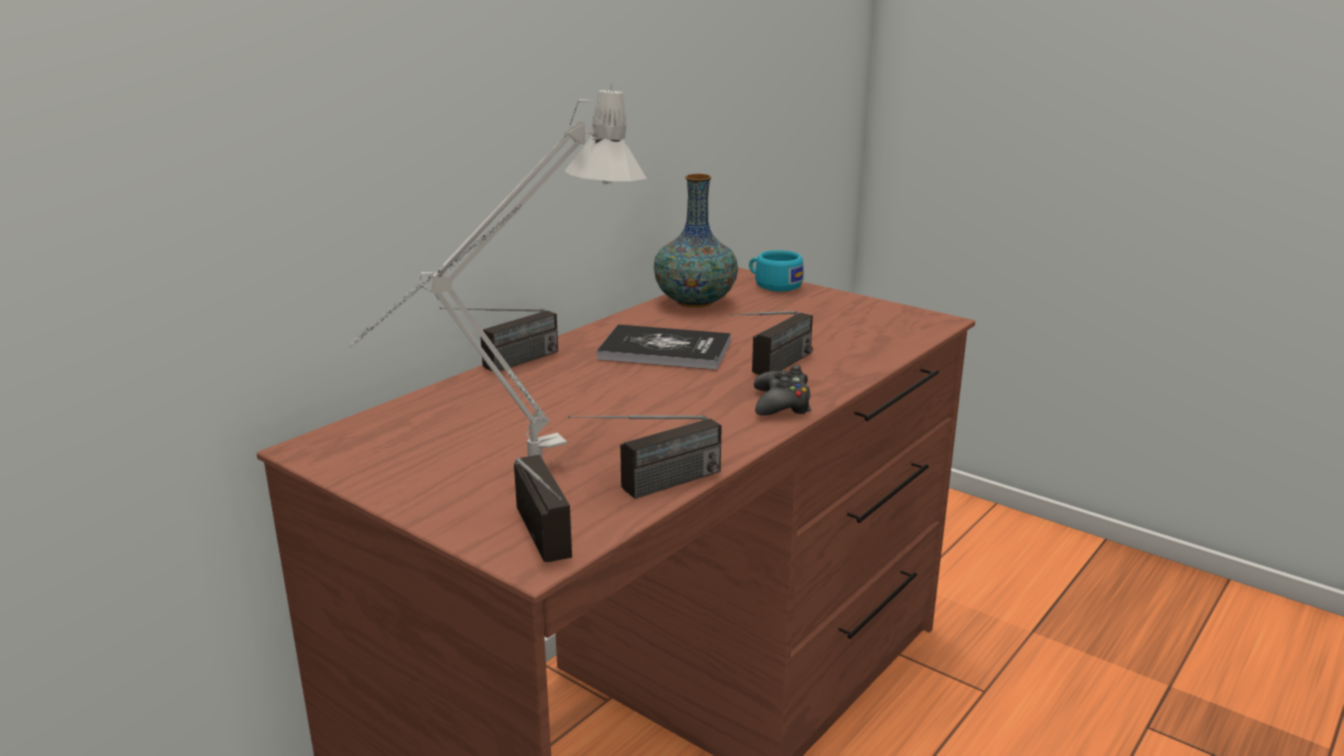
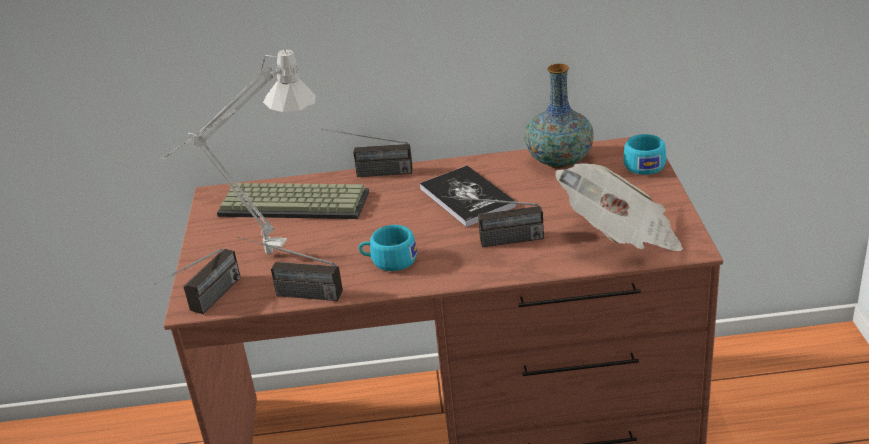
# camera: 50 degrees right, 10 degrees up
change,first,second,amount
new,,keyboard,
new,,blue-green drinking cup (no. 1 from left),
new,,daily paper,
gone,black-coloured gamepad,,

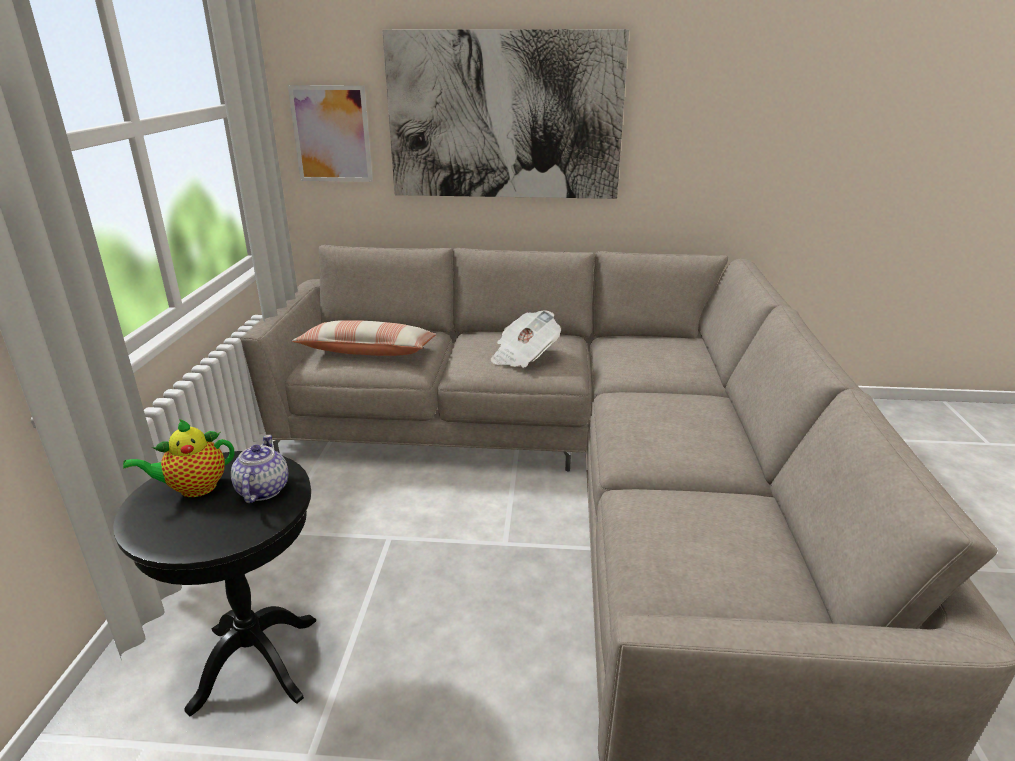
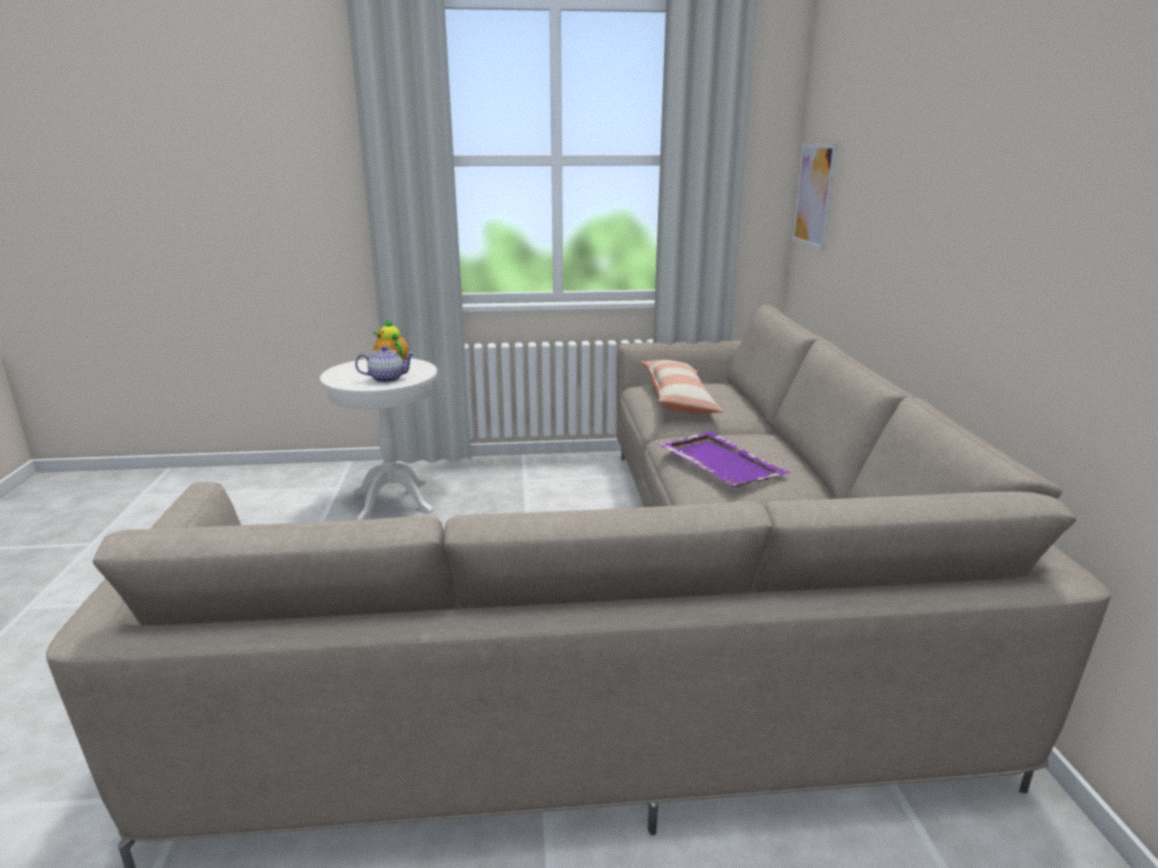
# camera: 80 degrees right, 5 degrees down
change,first,second,amount
repainted,black-coloured side table,white side table,
swapped,daily paper,purplish tray,
gone,picture (no. 2 from left),,

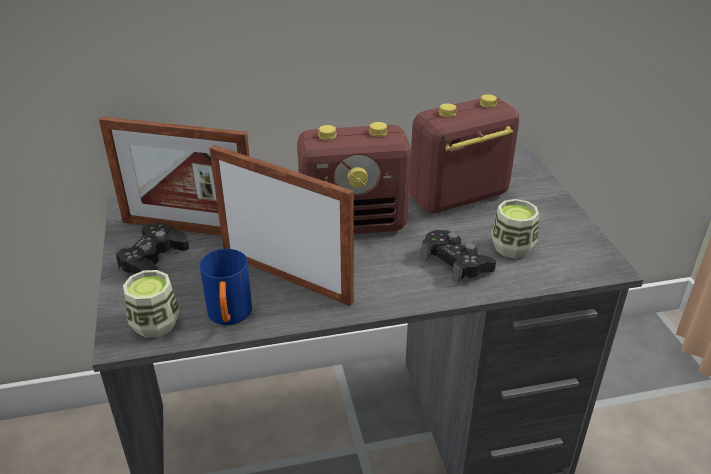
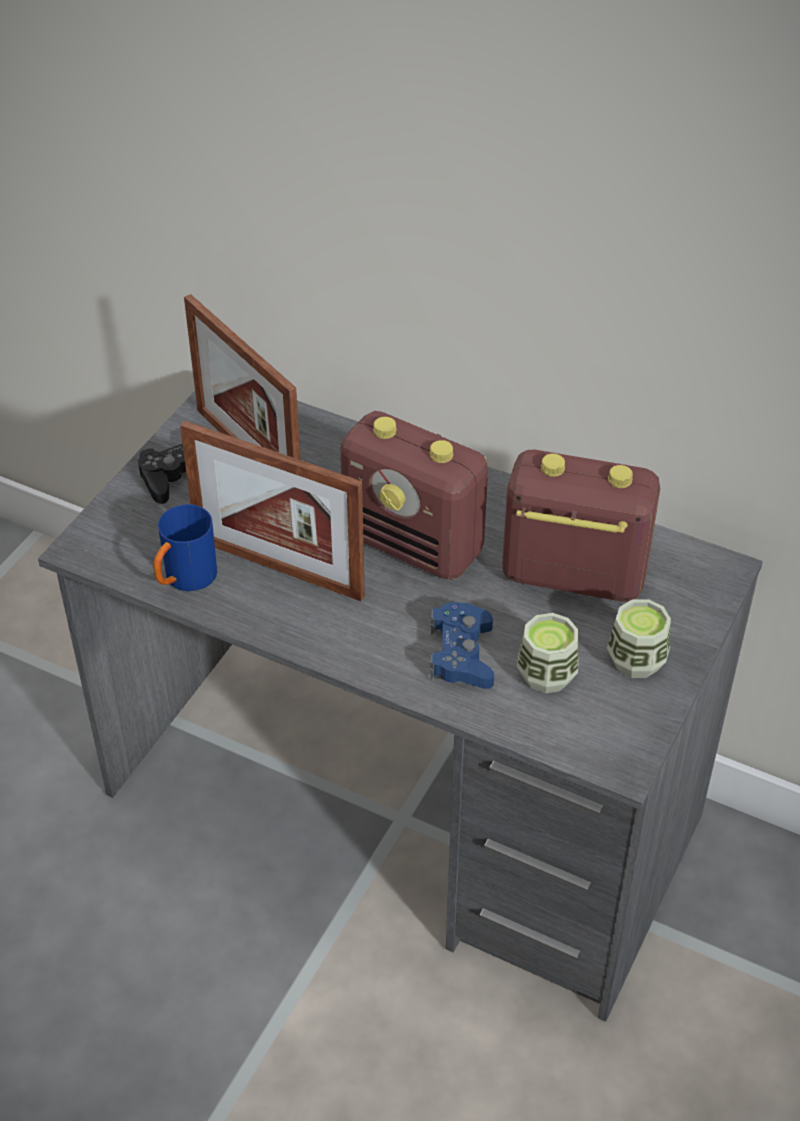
# camera: 40 degrees right, 10 degrees up
change,first,second,amount
rotated,photo frame (no. 2 from left),,135 degrees clockwise
repainted,black-coloured gamepad (no. 2 from left),bluish gamepad,
shifted,drinking cup (no. 1 from left in the first image),drinking cup (no. 2 from left),

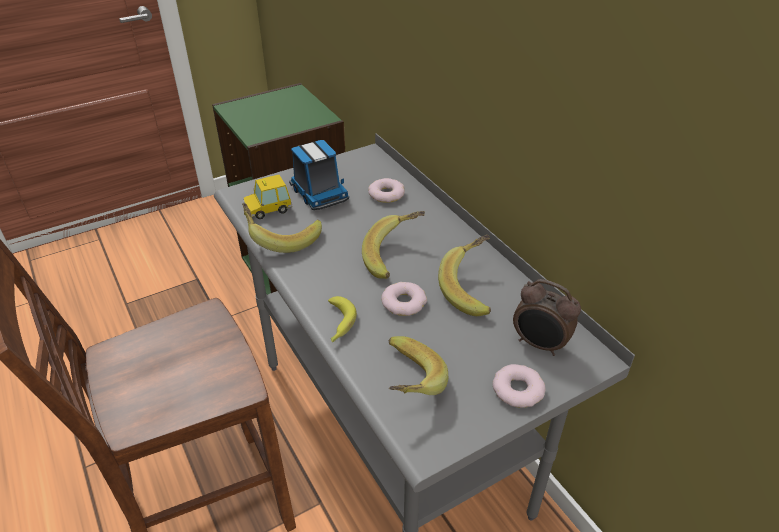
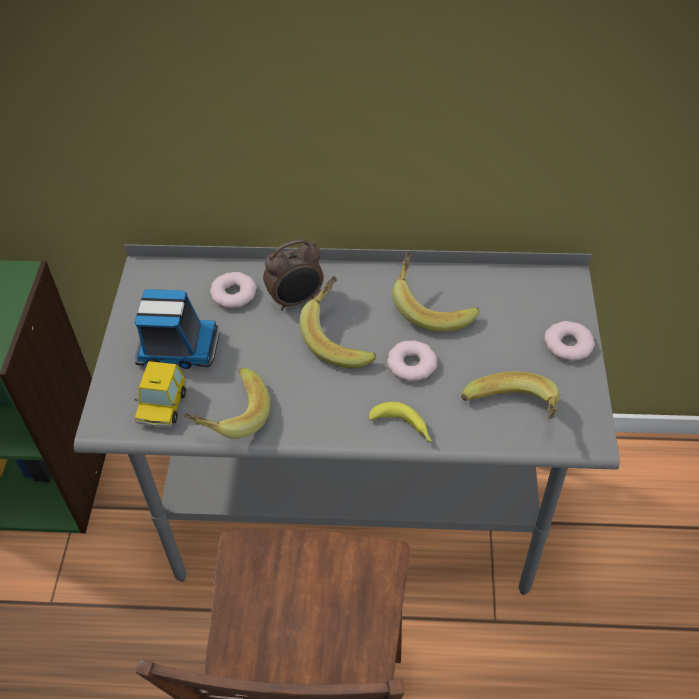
# camera: 55 degrees left, 10 degrees up
change,first,second,amount
shifted,alarm clock,,

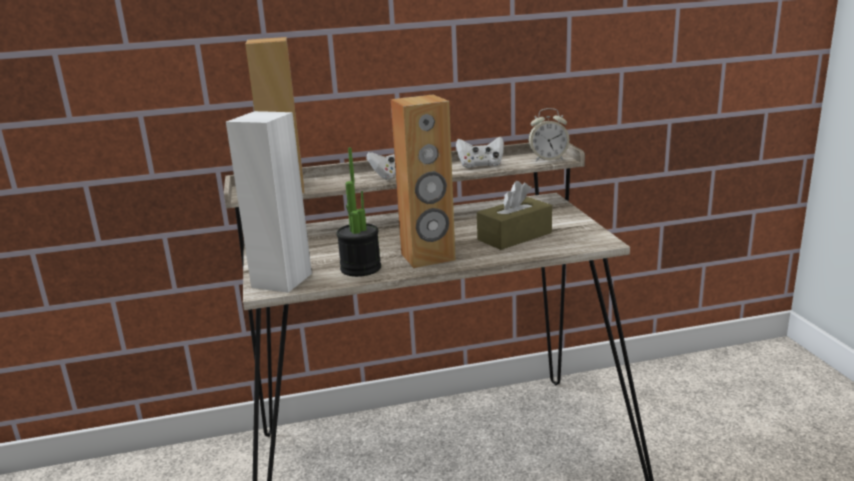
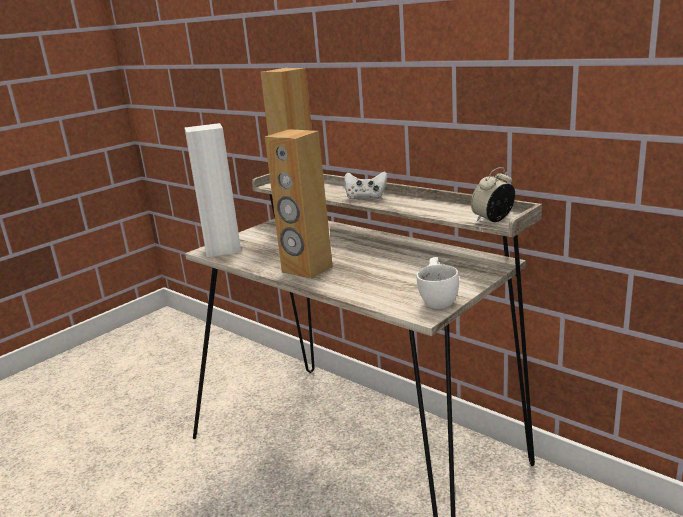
# camera: 55 degrees right, 0 degrees up
change,first,second,amount
new,,white drinking cup,
rotated,alarm clock,,90 degrees clockwise
gone,potted plant,,
gone,white gamepad (no. 2 from left),,
gone,brown-coloured tissue holder,,

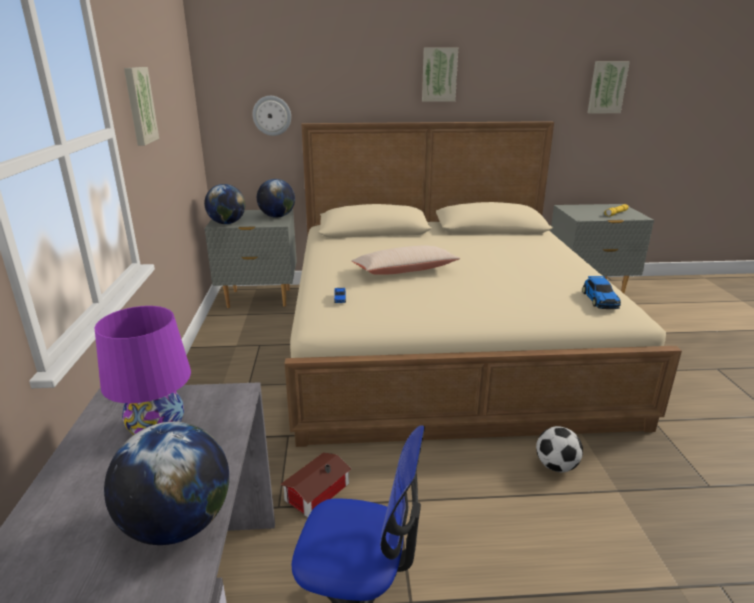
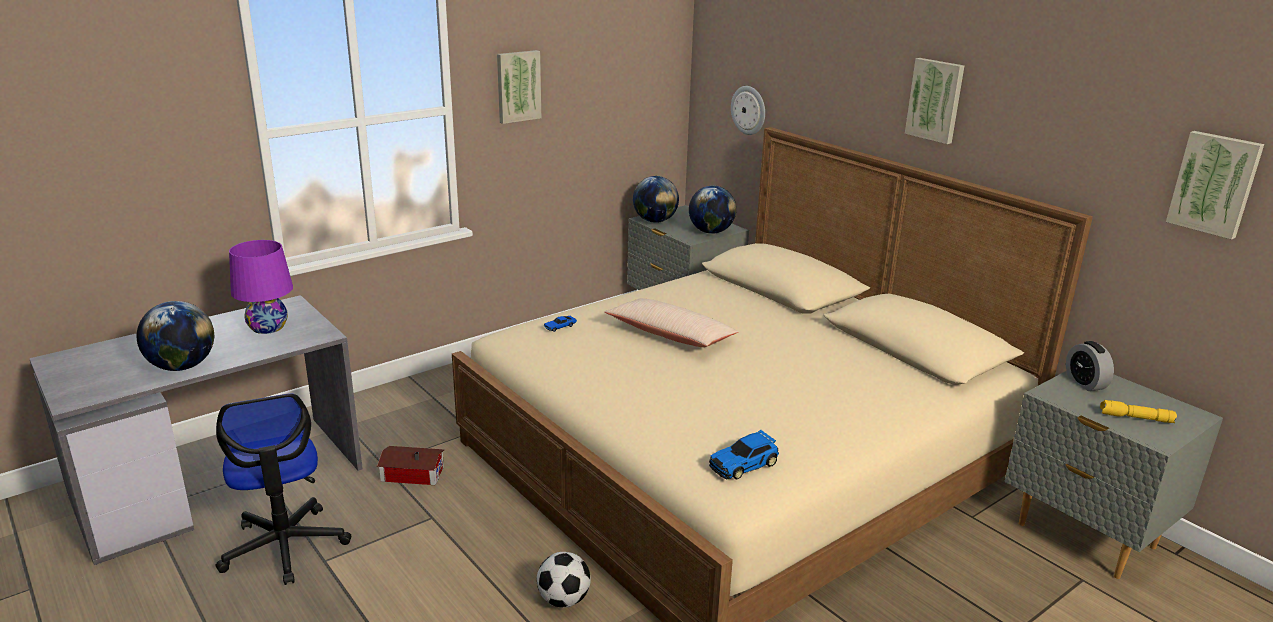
# camera: 55 degrees right, 0 degrees up
change,first,second,amount
new,,alarm clock,

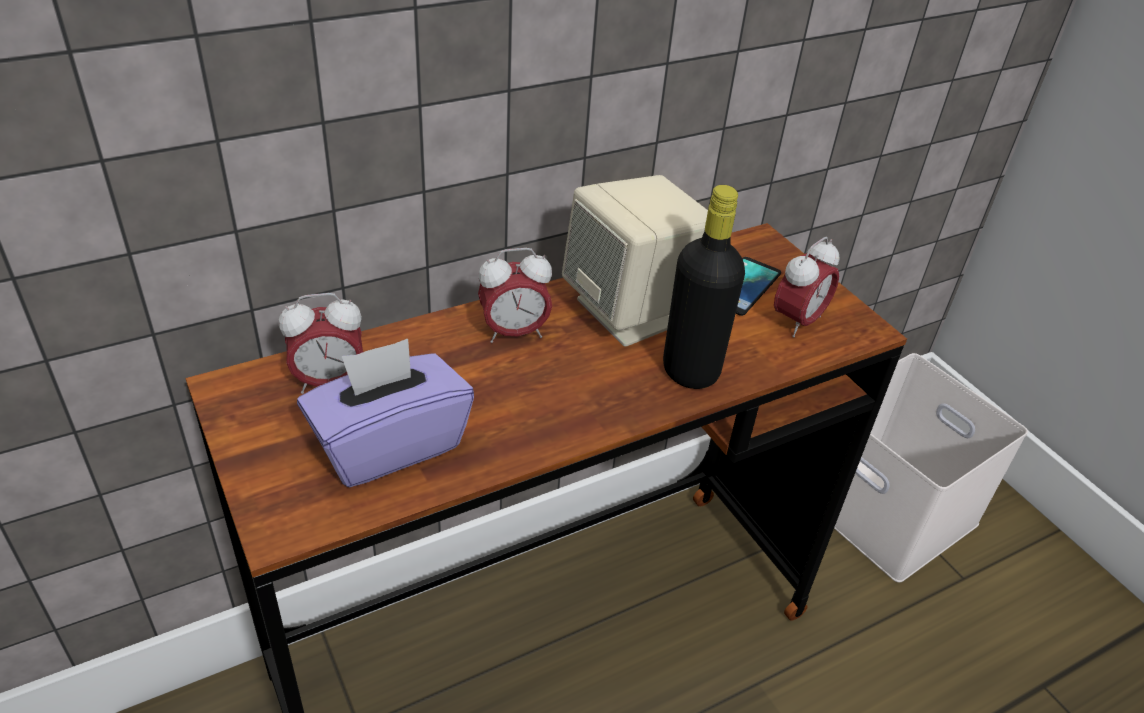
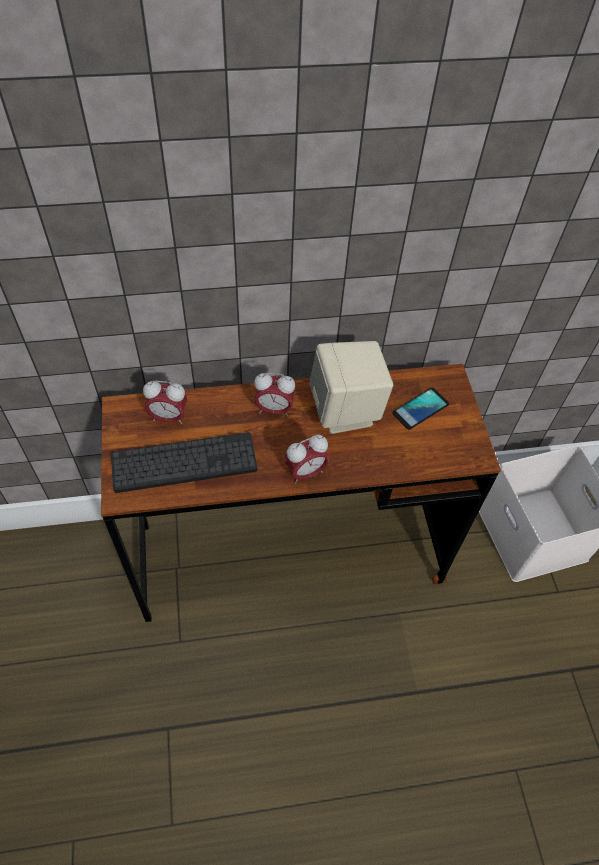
# camera: 20 degrees right, 15 degrees up
change,first,second,amount
swapped,purplish tissue holder,keyboard,
shifted,alarm clock (no. 3 from left),,
gone,black-coloured beverage bottle,,

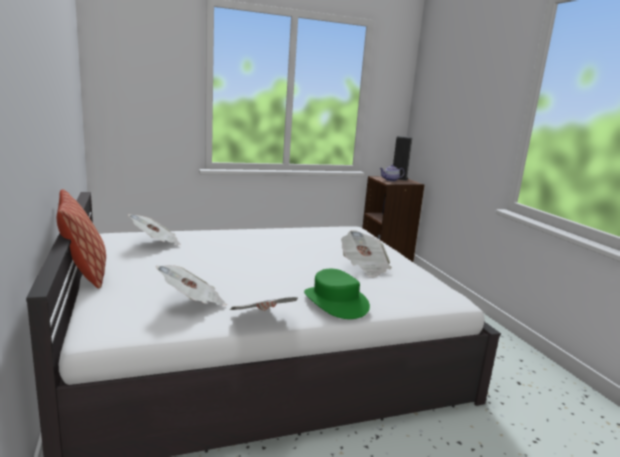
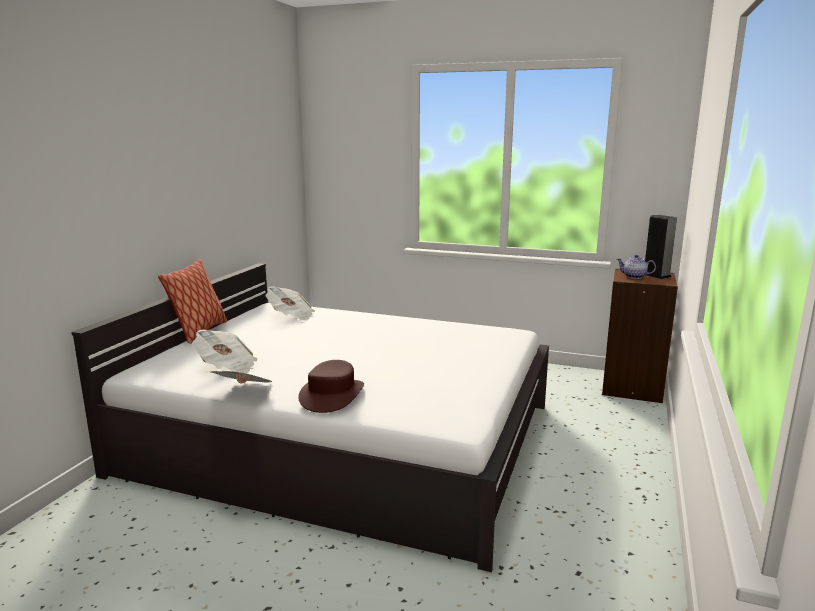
# camera: 40 degrees right, 0 degrees up
change,first,second,amount
repainted,greenish wearable hat,brown-coloured wearable hat,
gone,daily paper (no. 4 from left),,

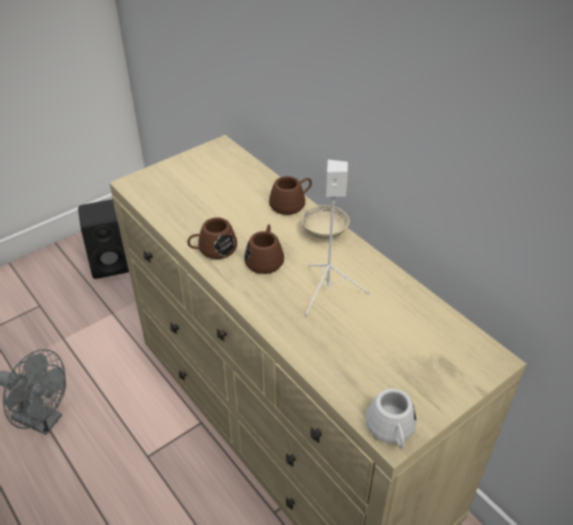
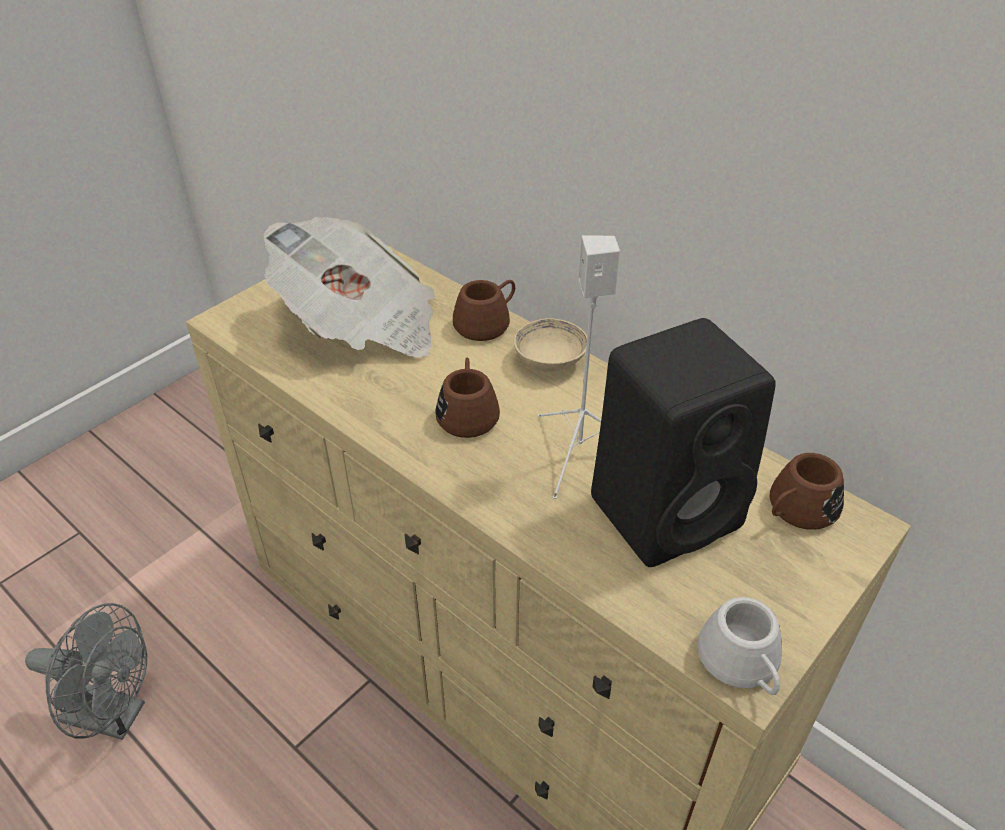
# camera: 10 degrees left, 0 degrees up
change,first,second,amount
new,,daily paper,
shifted,black-coloured loudspeaker,,
shifted,brown-coloured mug (no. 1 from left in the first image),brown-coloured mug (no. 3 from left),

